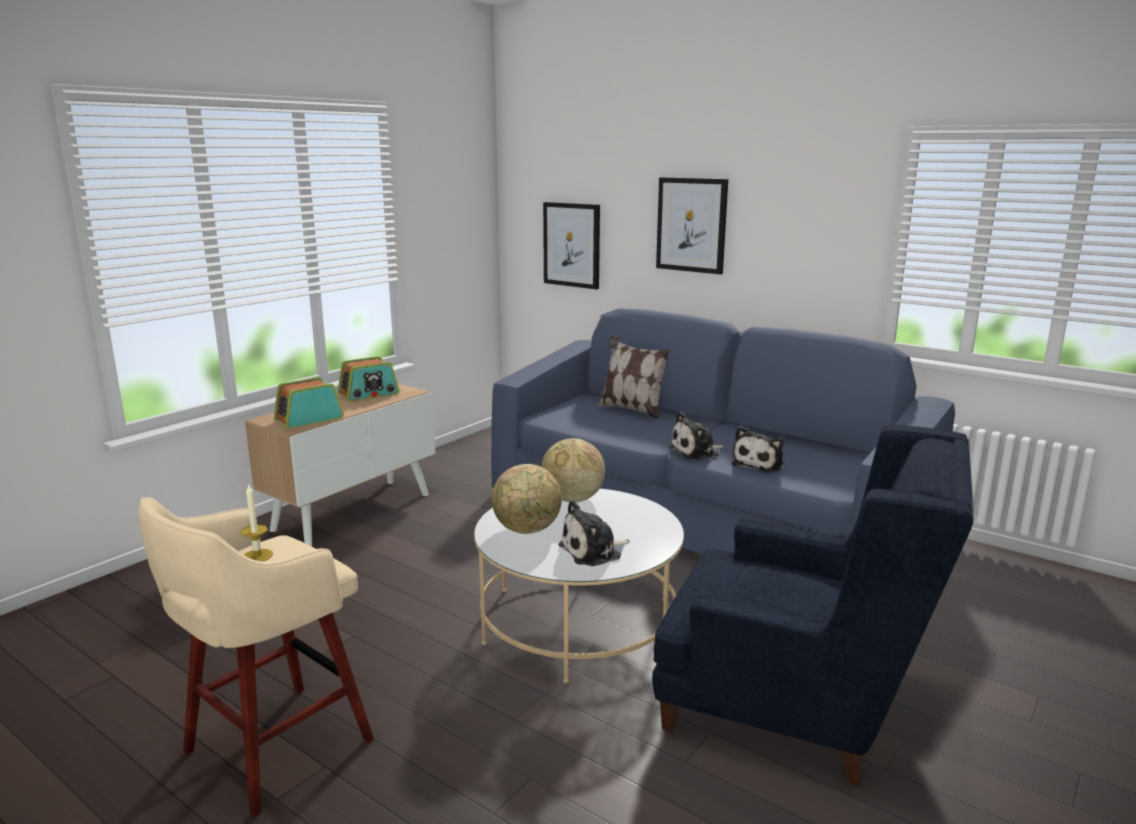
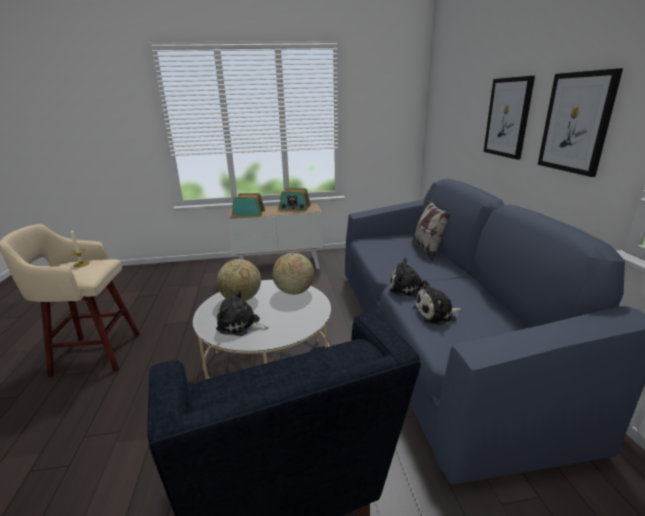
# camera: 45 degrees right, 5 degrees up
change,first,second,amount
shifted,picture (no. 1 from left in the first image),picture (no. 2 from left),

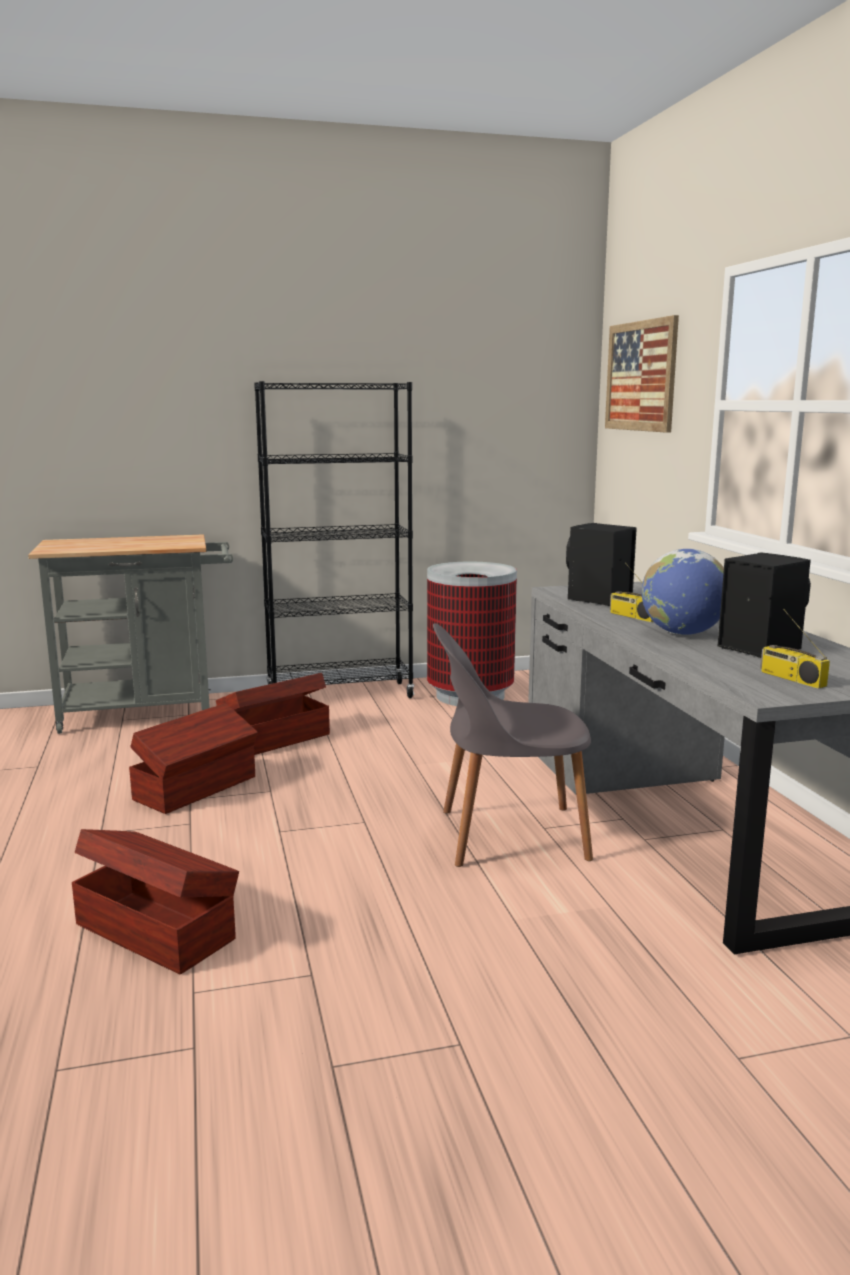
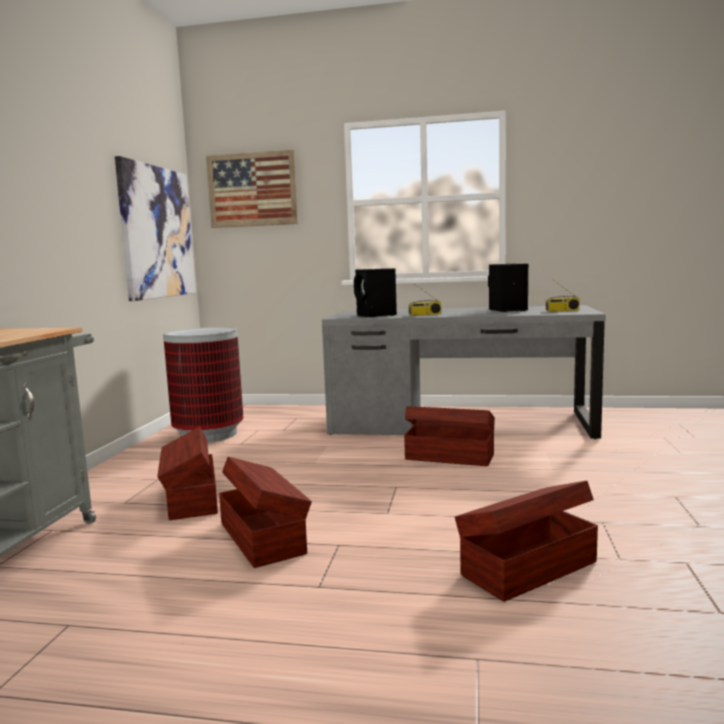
# camera: 65 degrees left, 5 degrees down
change,first,second,amount
new,,picture (no. 1 from left),
swapped,grey plain chair,brown-coloured storage container (no. 3 from left),
gone,black-coloured bookshelf,,
gone,world globe,,

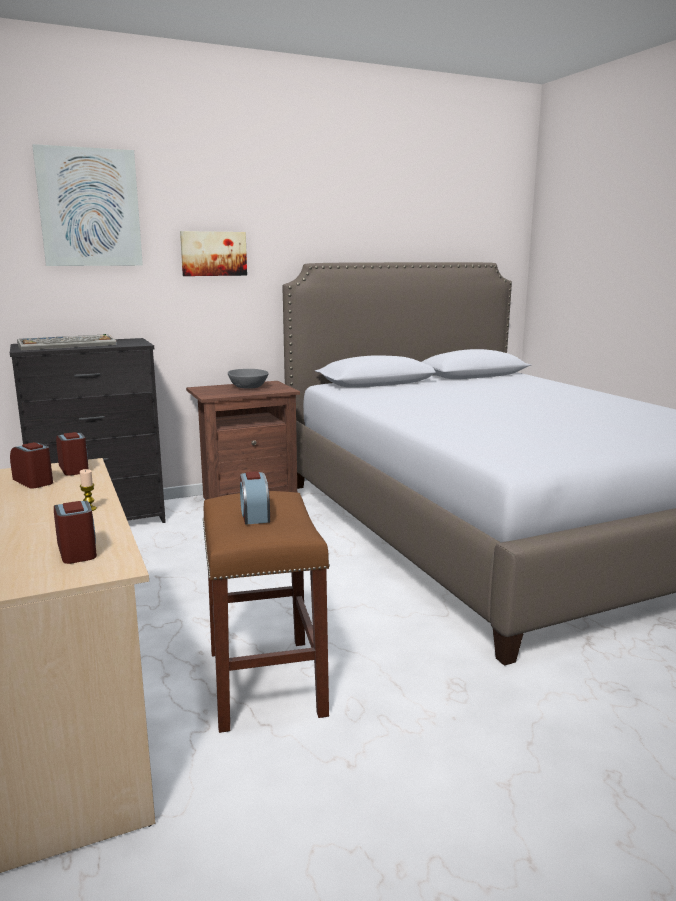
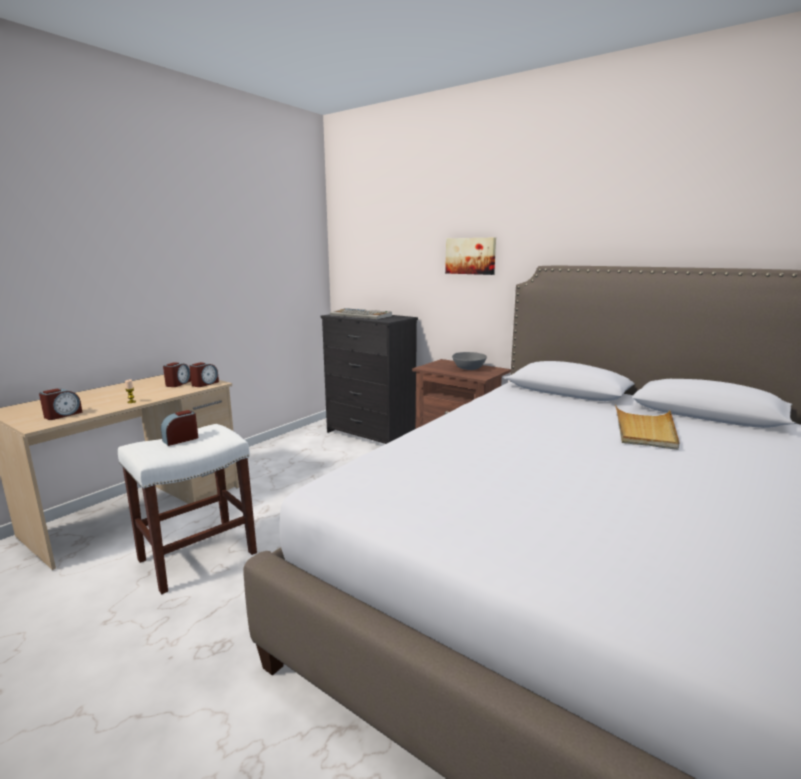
# camera: 60 degrees right, 0 degrees up
change,first,second,amount
repainted,brown-coloured sitting stool,white sitting stool,
new,,beige-coloured tray,
gone,picture (no. 1 from left),,

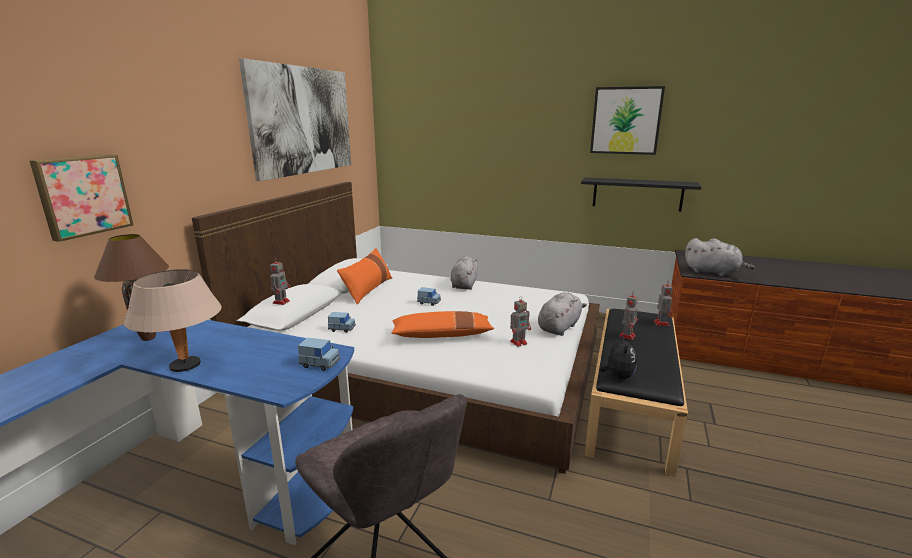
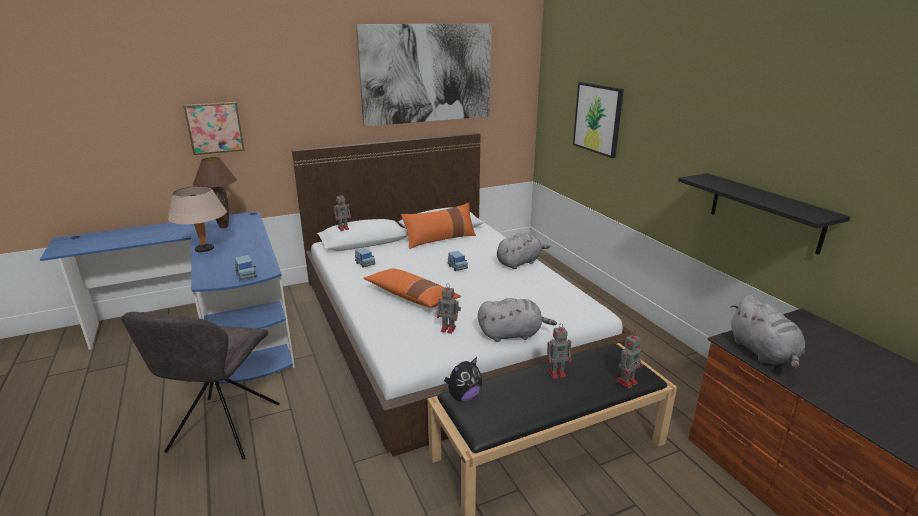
# camera: 45 degrees right, 5 degrees up
change,first,second,amount
shifted,picture (no. 3 from left),,

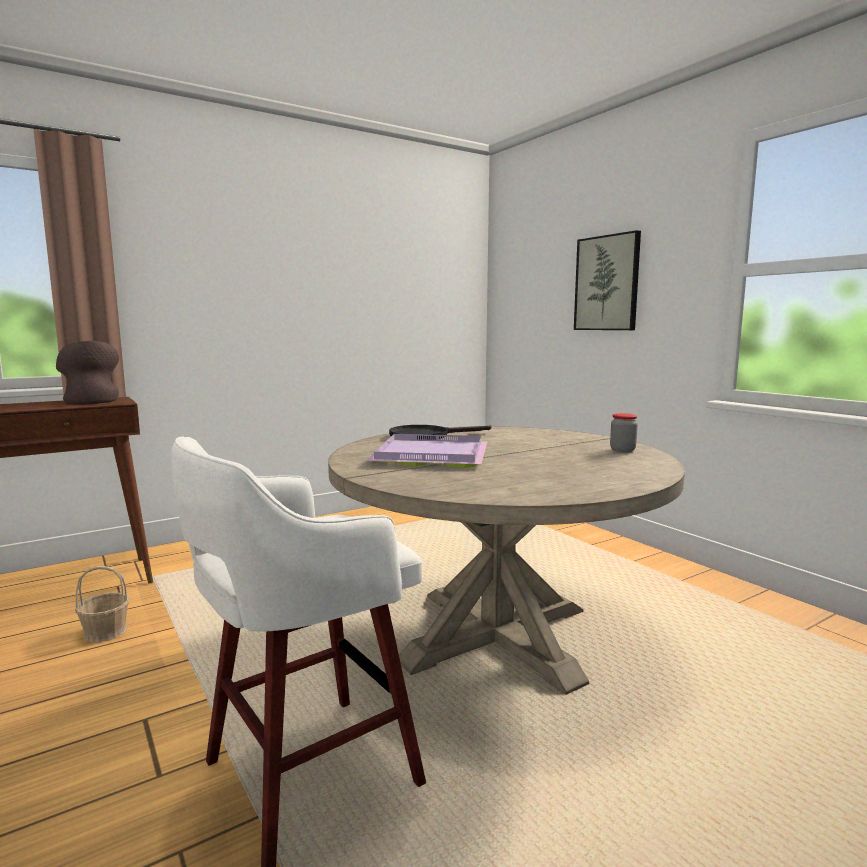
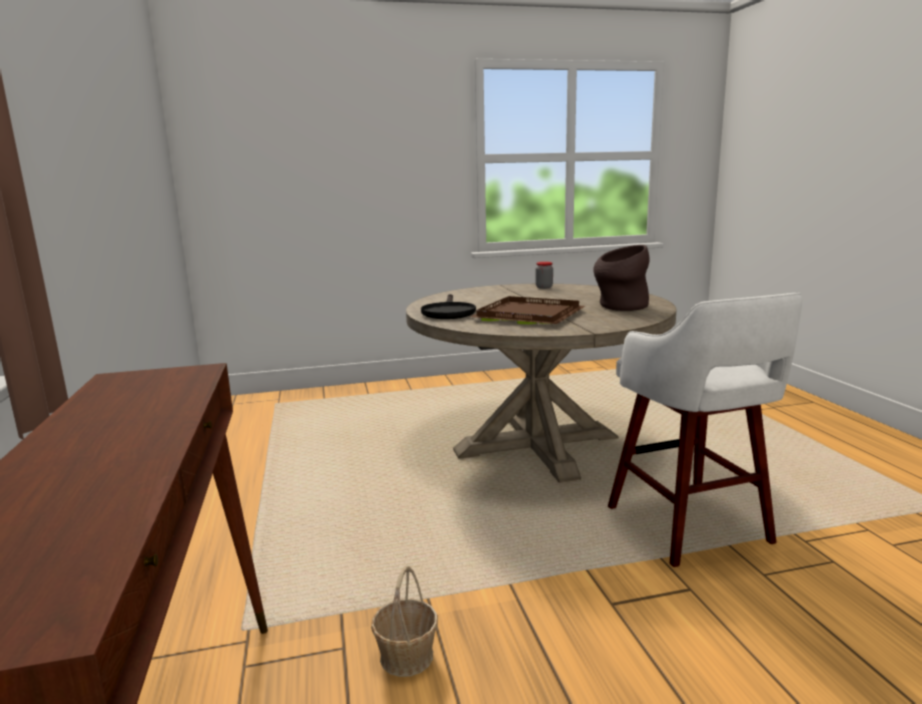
# camera: 70 degrees left, 5 degrees up
change,first,second,amount
repainted,purplish tray,brown-coloured tray,
shifted,brown-coloured vase,,
gone,picture,,

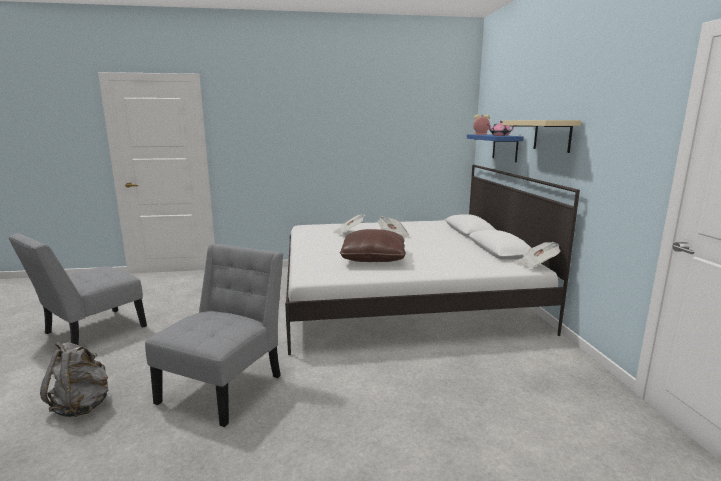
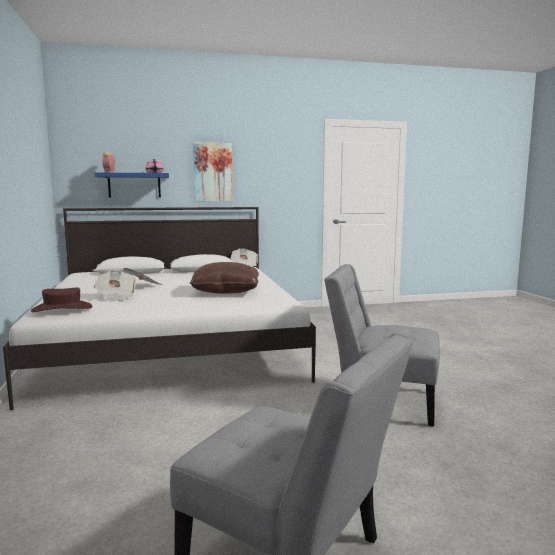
# camera: 95 degrees left, 5 degrees down
change,first,second,amount
new,,brown-coloured wearable hat,
swapped,beige-coloured wall shelf,picture,
gone,grey rucksack,,

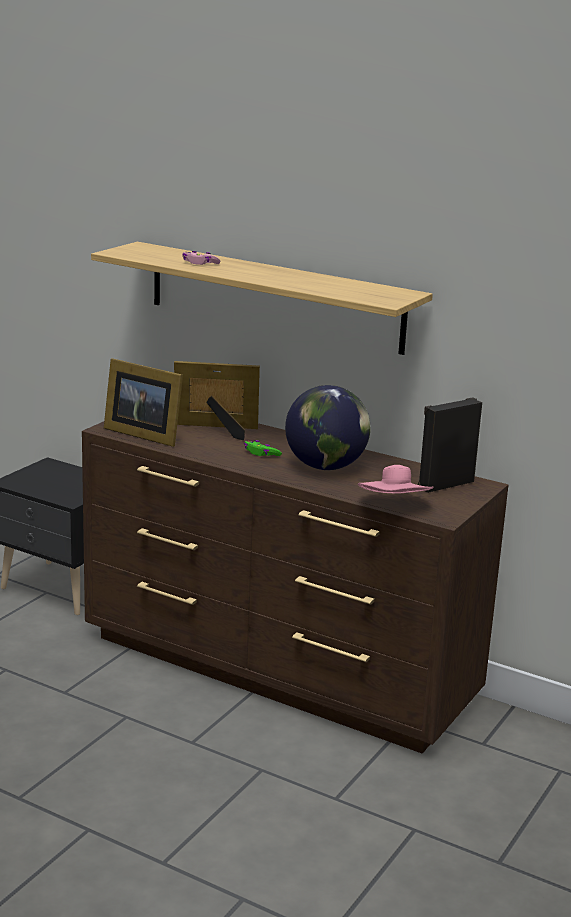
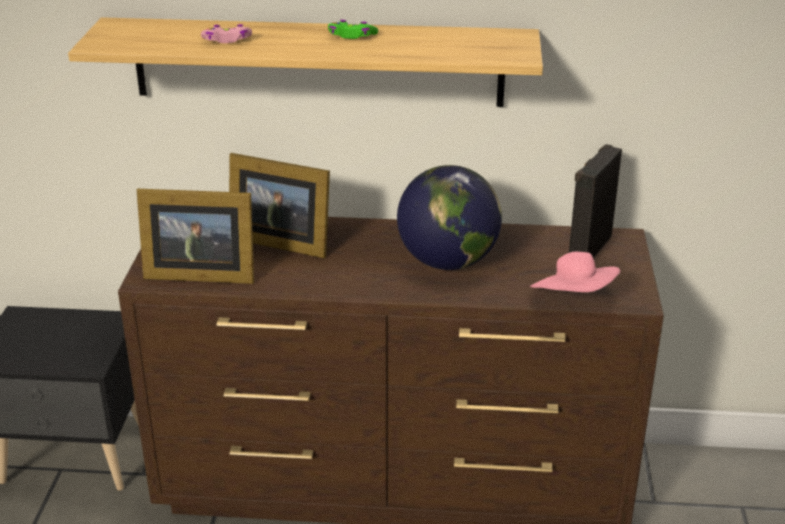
# camera: 25 degrees left, 10 degrees up
change,first,second,amount
rotated,photo frame (no. 2 from left),,135 degrees counterclockwise
shifted,greenish gamepad,,

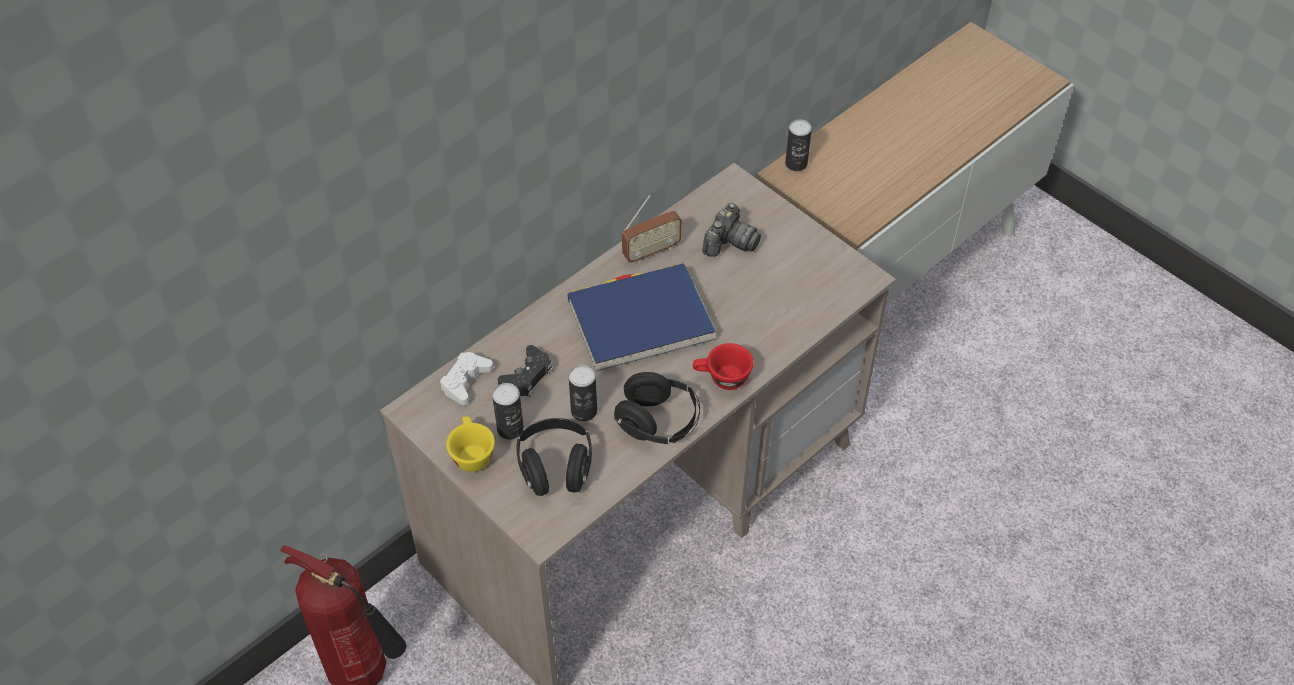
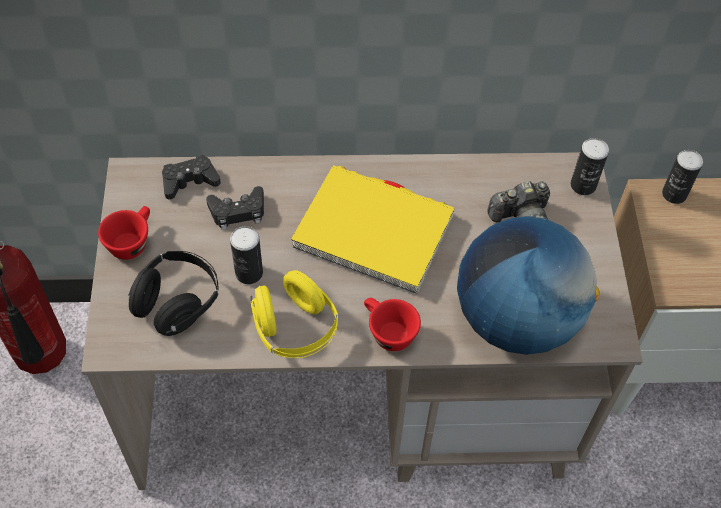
# camera: 40 degrees right, 5 degrees up
change,first,second,amount
repainted,yellowish drinking cup,red-coloured drinking cup (no. 1 from left),
repainted,white gamepad,black-coloured gamepad (no. 1 from left),
repainted,black-coloured headset (no. 2 from left),yellowish headset,
repainted,bluish volume,yellowish volume,
new,,world globe,
shifted,metal can (no. 1 from left in the first image),metal can (no. 2 from left),
gone,radio set,,

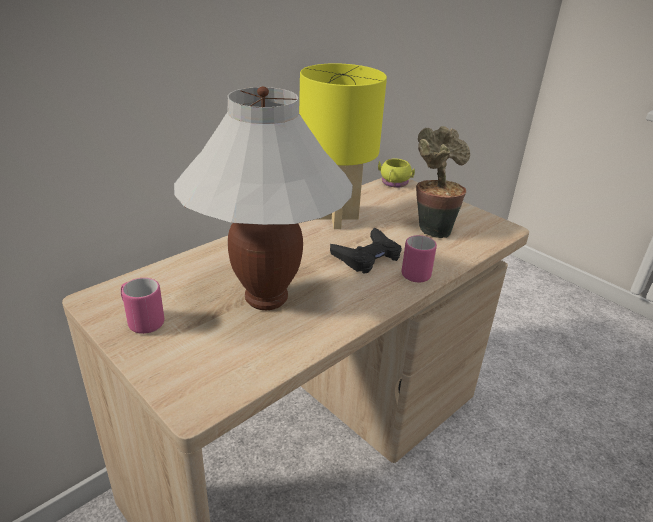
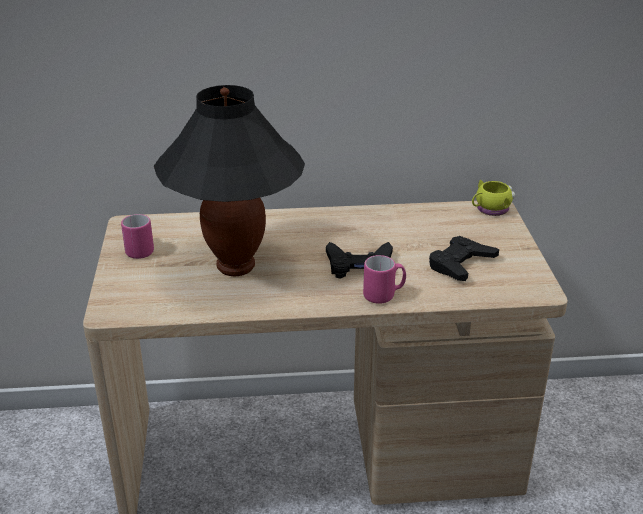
# camera: 40 degrees right, 0 degrees up
change,first,second,amount
repainted,white table lamp,black-coloured table lamp,
swapped,potted plant,black-coloured gamepad (no. 2 from left),
gone,yellowish table lamp,,

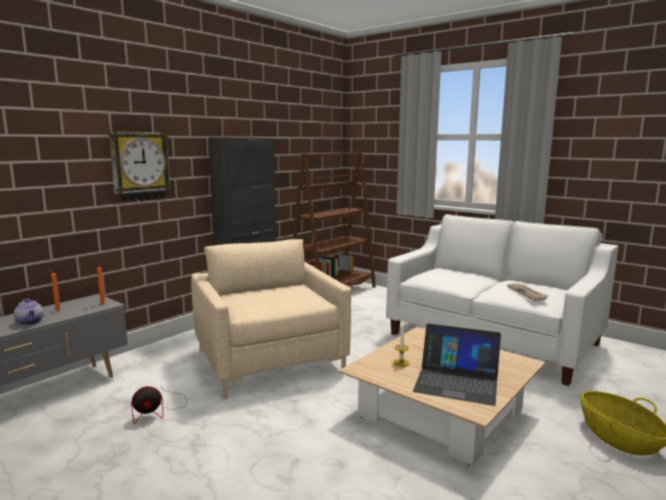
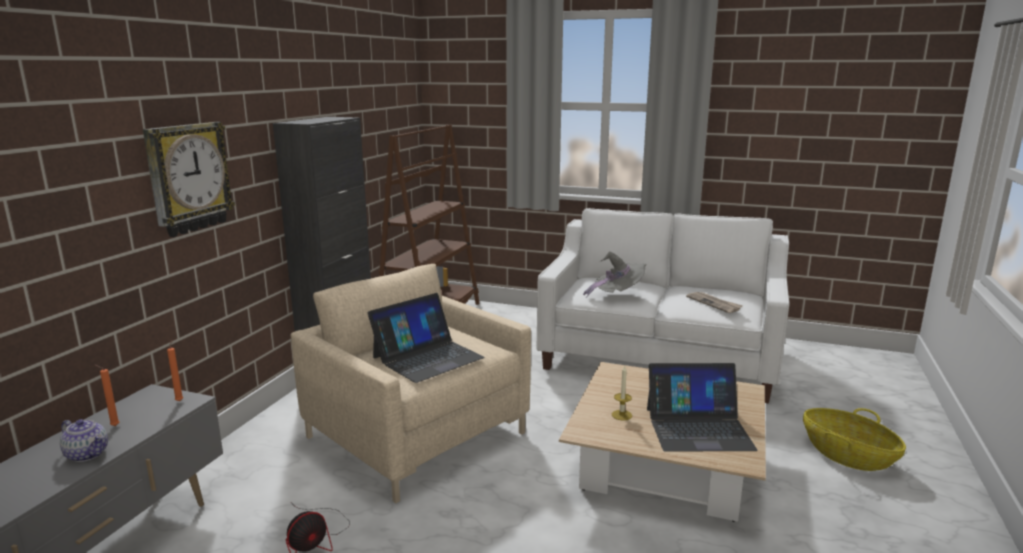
# camera: 20 degrees left, 5 degrees up
change,first,second,amount
new,,laptop (no. 1 from left),
new,,grey wearable hat,

